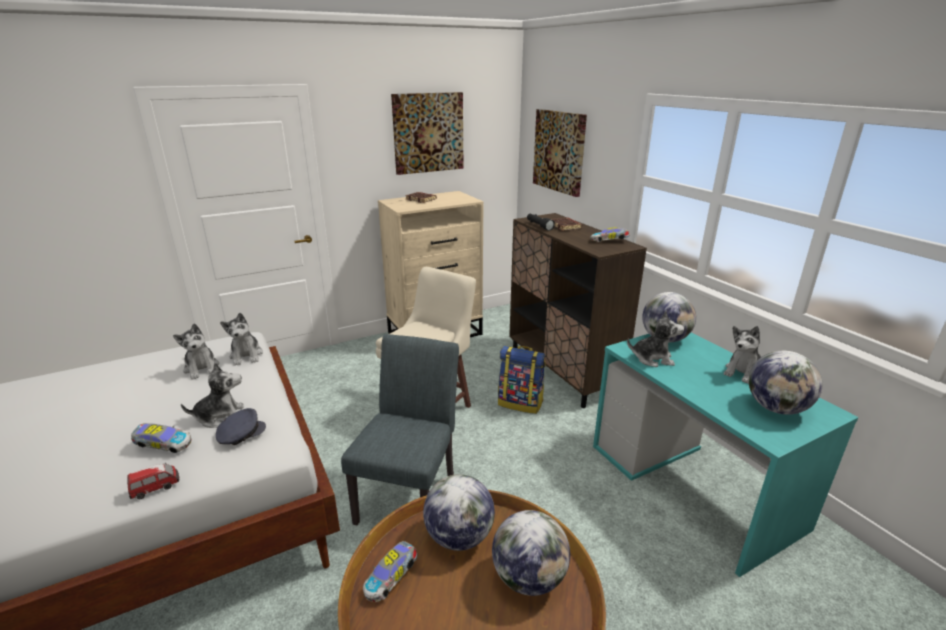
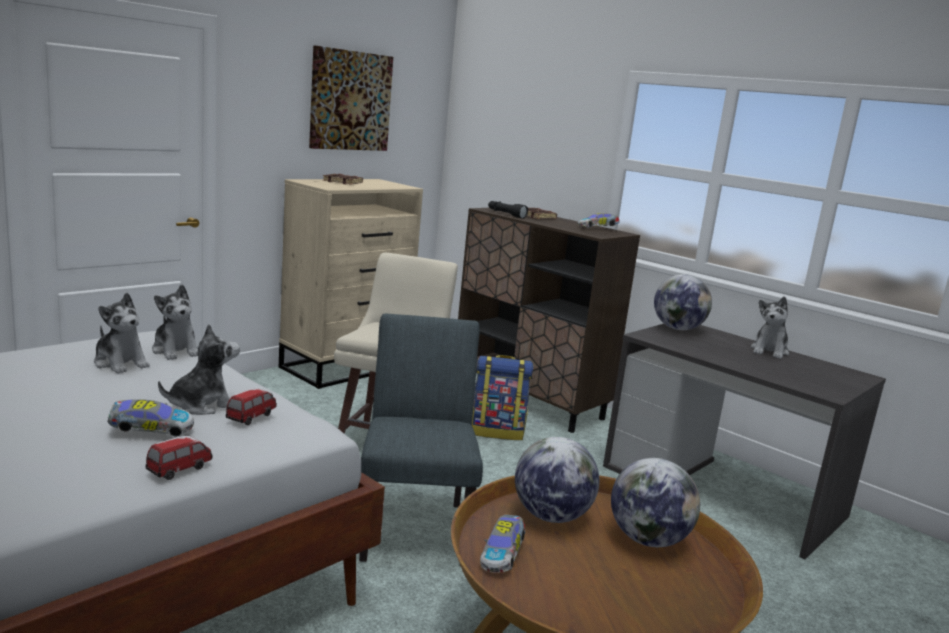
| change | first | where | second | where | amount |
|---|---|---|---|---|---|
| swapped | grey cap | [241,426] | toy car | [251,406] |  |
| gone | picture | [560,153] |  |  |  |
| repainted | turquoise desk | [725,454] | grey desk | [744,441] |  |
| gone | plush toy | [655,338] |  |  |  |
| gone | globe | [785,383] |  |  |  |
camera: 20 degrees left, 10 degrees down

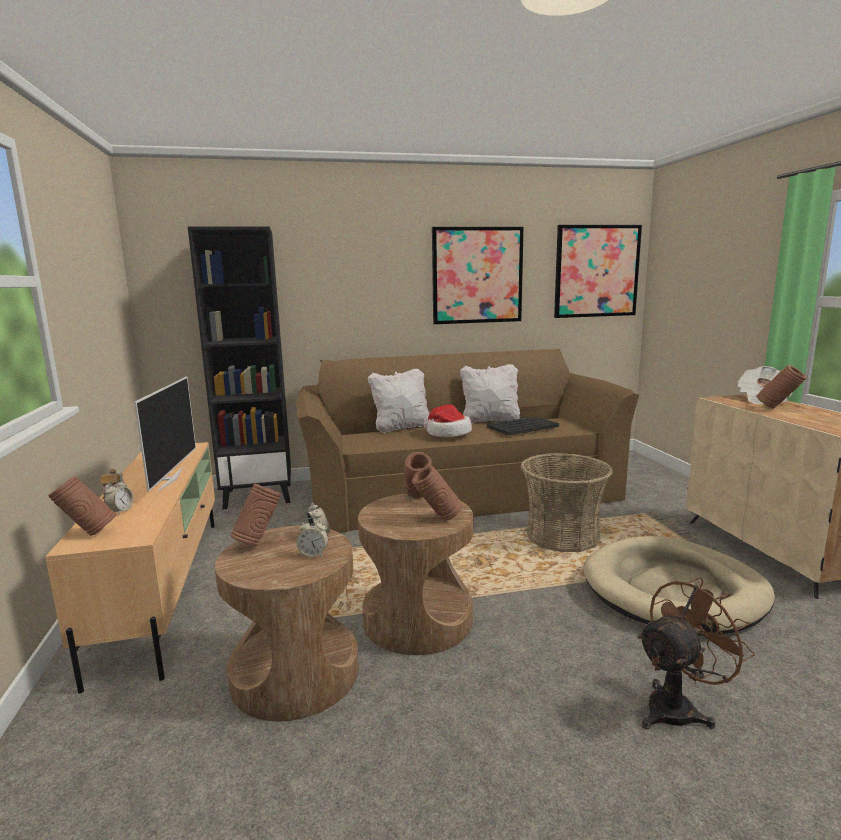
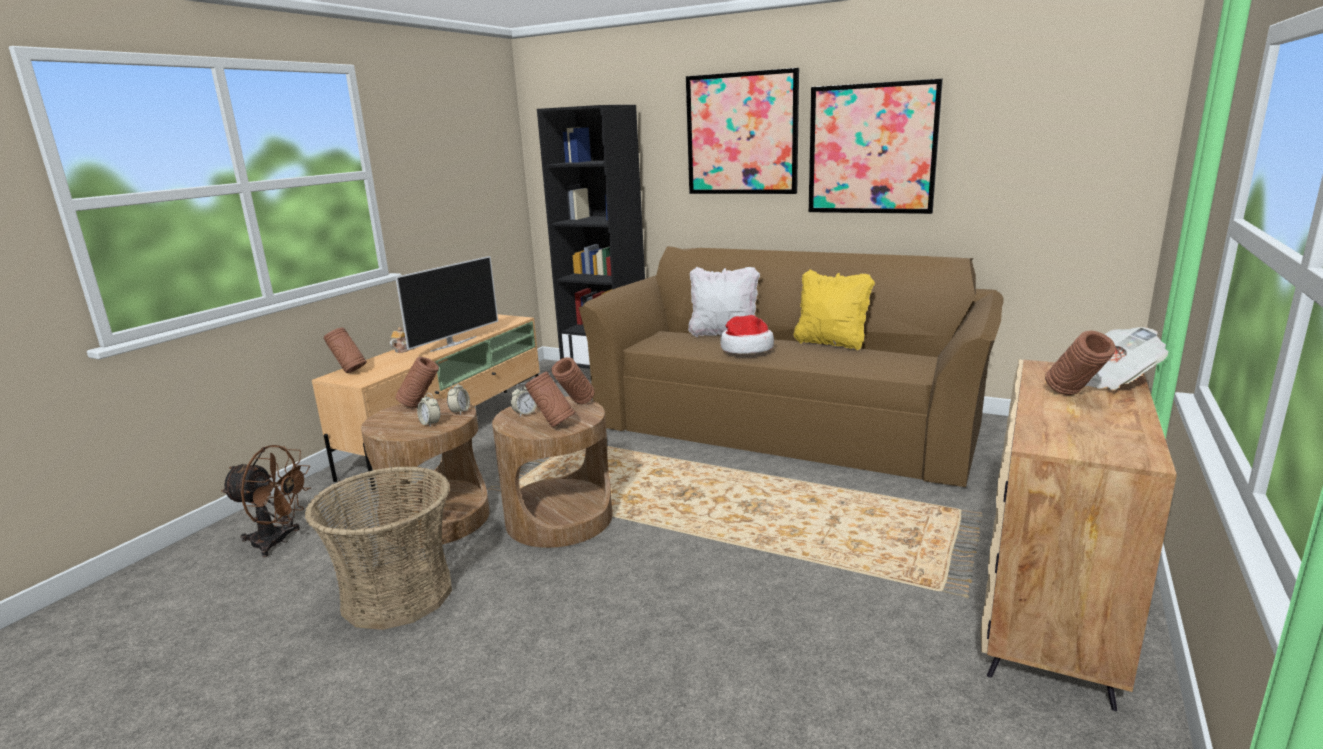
| change | first | where | second | where | amount |
|---|---|---|---|---|---|
| shifted | alarm clock | [119,496] |  | [524,399] |  |
| repainted | white pillow | [490,393] | yellow pillow | [834,309] |  |
| gone | black tray | [523,426] |  |  |  |
| shifted | basket | [566,502] |  | [378,548] |  |
| shifted | picture | [598,271] |  | [742,131] |  |
| gone | beige dog bed | [679,586] |  |  |  |
| shifted | brown fan | [696,654] |  | [266,501] |  |
camera: 40 degrees right, 5 degrees up

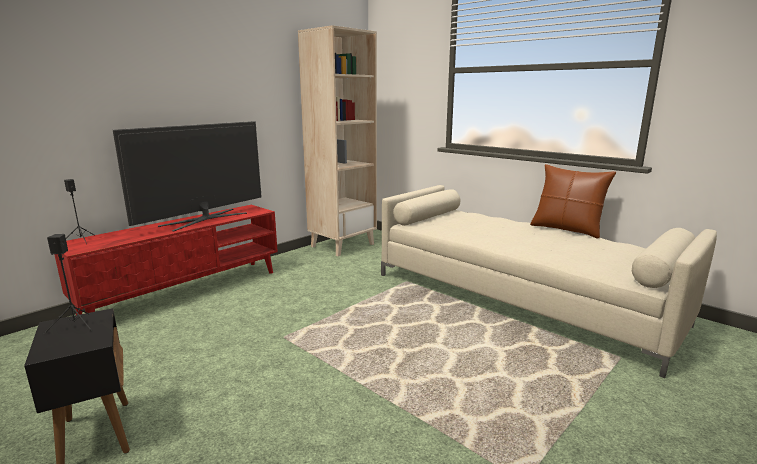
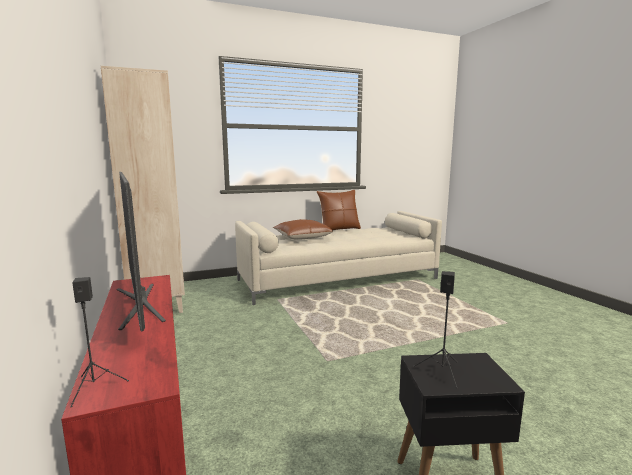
| change | first | where | second | where | amount |
|---|---|---|---|---|---|
| new |  |  | brown pillow | [303,229] |  |
camera: 65 degrees left, 5 degrees down

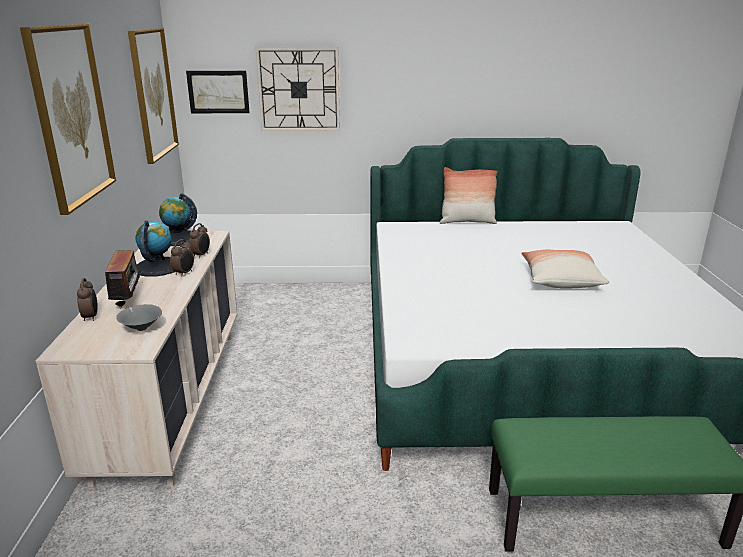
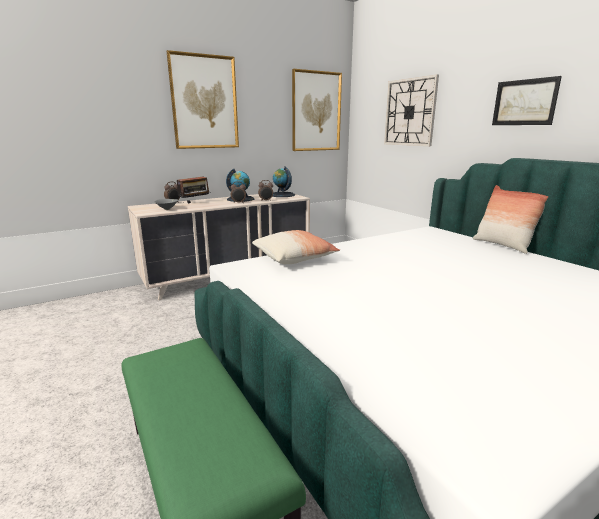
| change | first | where | second | where | amount |
|---|---|---|---|---|---|
| shifted | picture | [218,92] |  | [527,100] |  |
| shifted | pillow | [565,269] |  | [296,247] |  |
camera: 60 degrees right, 5 degrees down

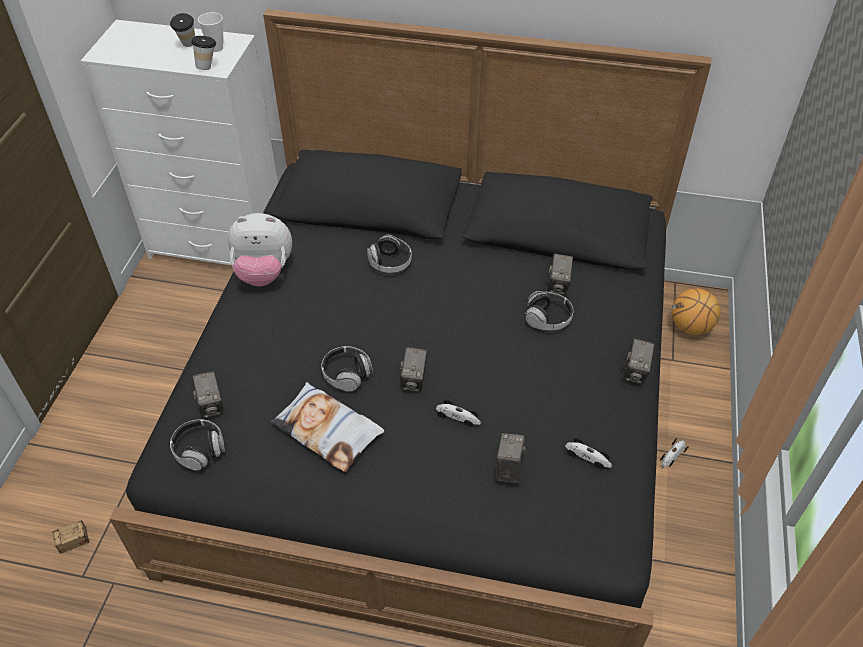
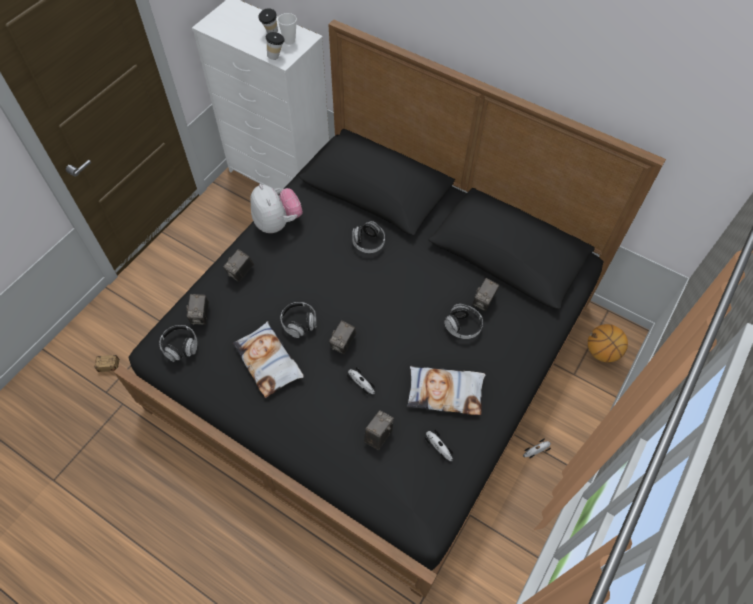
| change | first | where | second | where | amount |
|---|---|---|---|---|---|
| rotated | plush toy | [260,250] |  | [276,208] | 135 degrees counterclockwise |
| shifted | photo camera | [639,361] |  | [238,265] |  |
| new |  |  | pillow | [446,390] |  |
camera: 20 degrees right, 10 degrees up

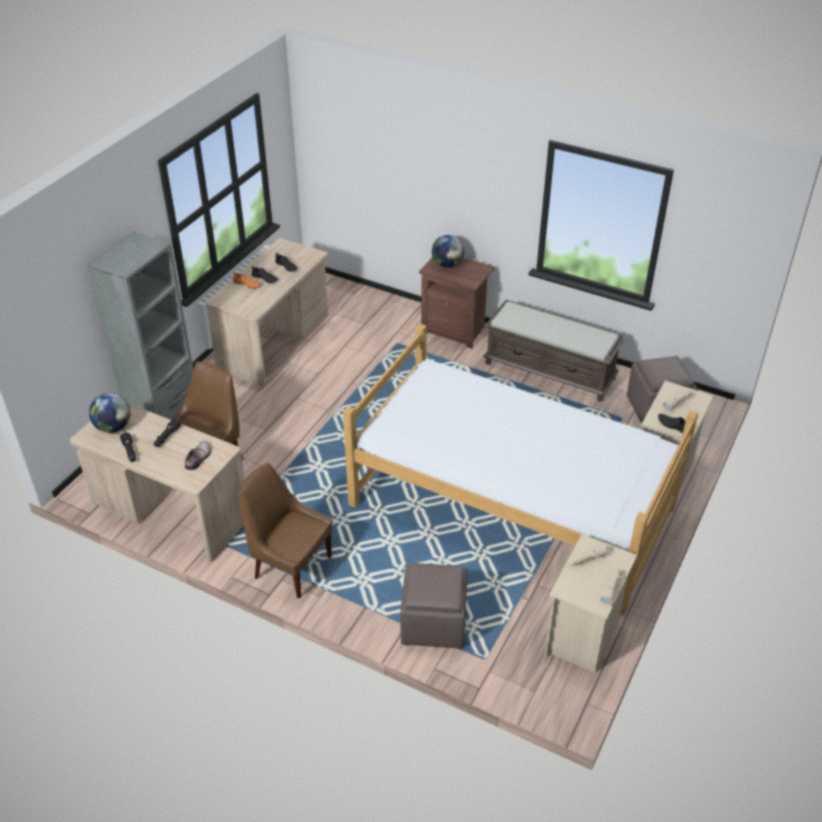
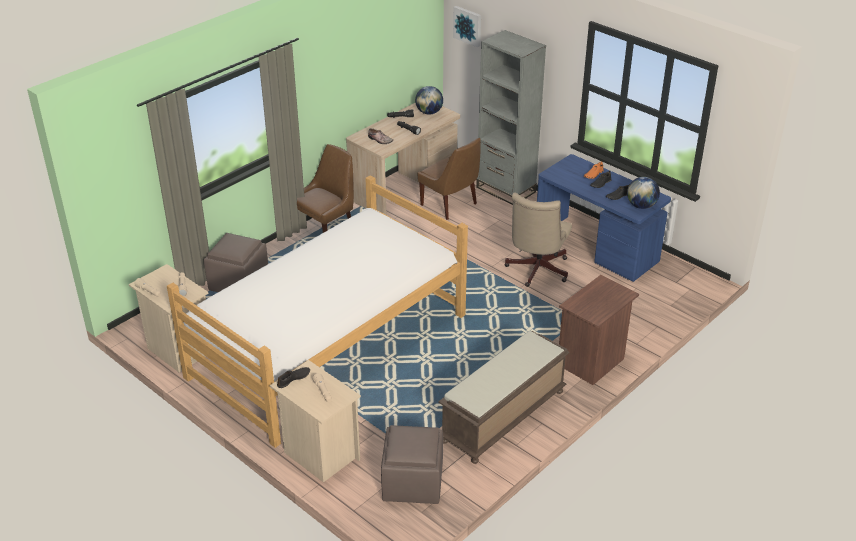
| change | first | where | second | where | amount |
|---|---|---|---|---|---|
| repainted | beige desk | [266,312] | blue desk | [604,218] |  |
| shifted | globe | [448,251] |  | [643,193] |  |
| new |  |  | picture | [467,26] |  |
| new |  |  | beige office chair | [538,240] |  |
camera: 105 degrees right, 5 degrees down

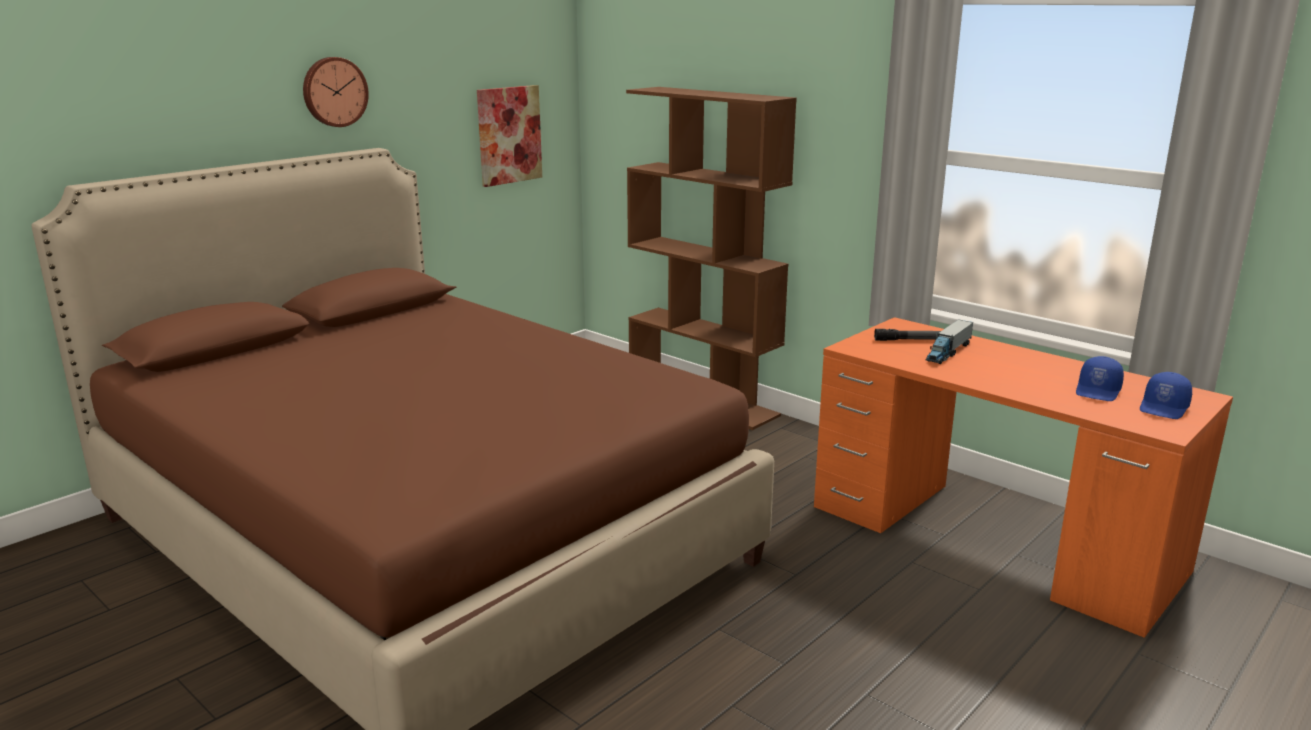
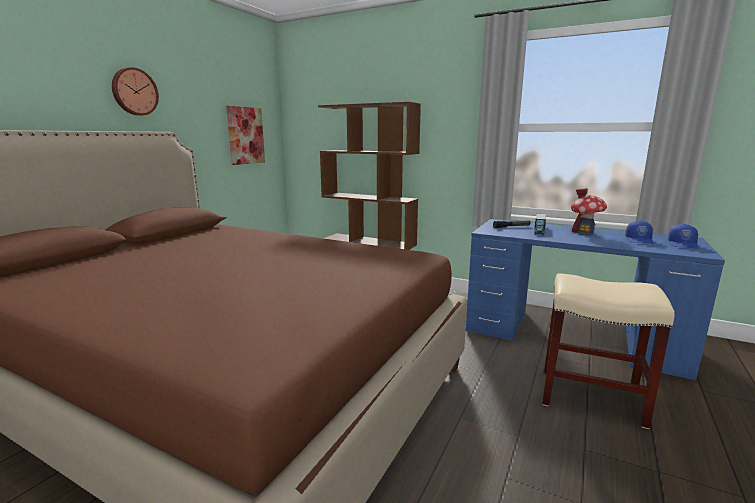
| change | first | where | second | where | amount |
|---|---|---|---|---|---|
| repainted | orange desk | [1023,477] | blue desk | [595,299] |  |
| new |  |  | beige stool | [608,351] |  |
| new |  |  | toy house | [589,211] |  |
camera: 15 degrees left, 5 degrees down

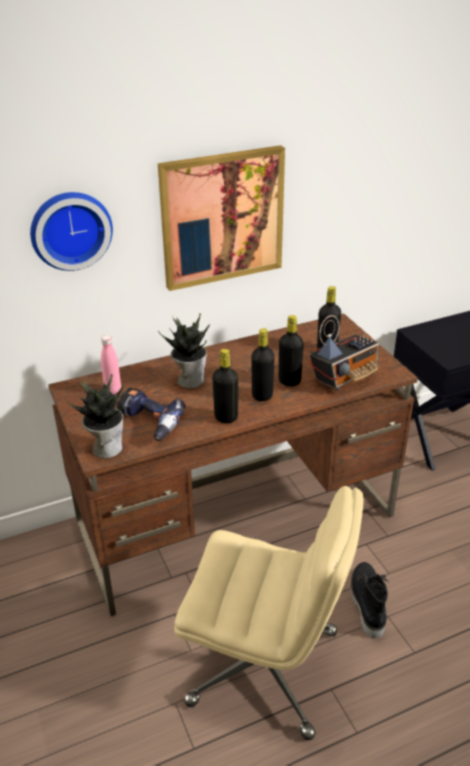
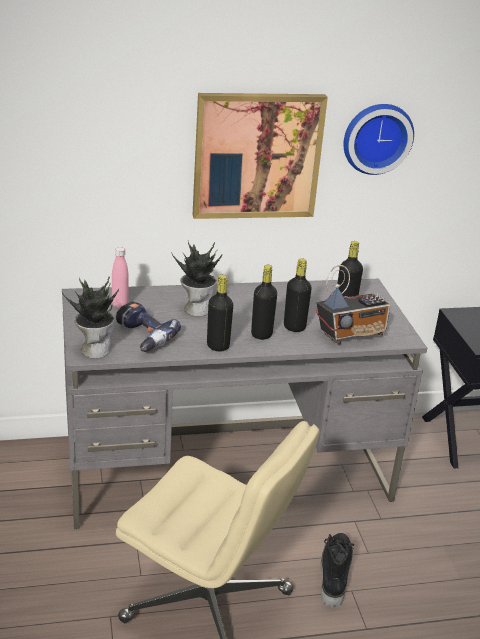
| change | first | where | second | where | amount |
|---|---|---|---|---|---|
| shifted | wall clock | [71,231] |  | [379,139] |  |
| repainted | brown desk | [233,464] | grey desk | [244,404] |  |
camera: 10 degrees right, 5 degrees down

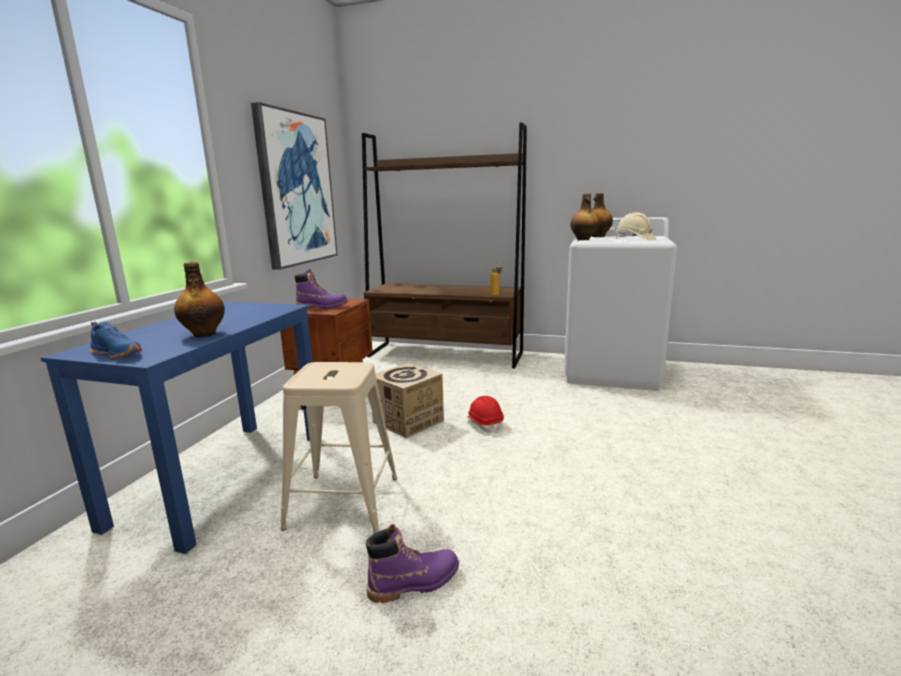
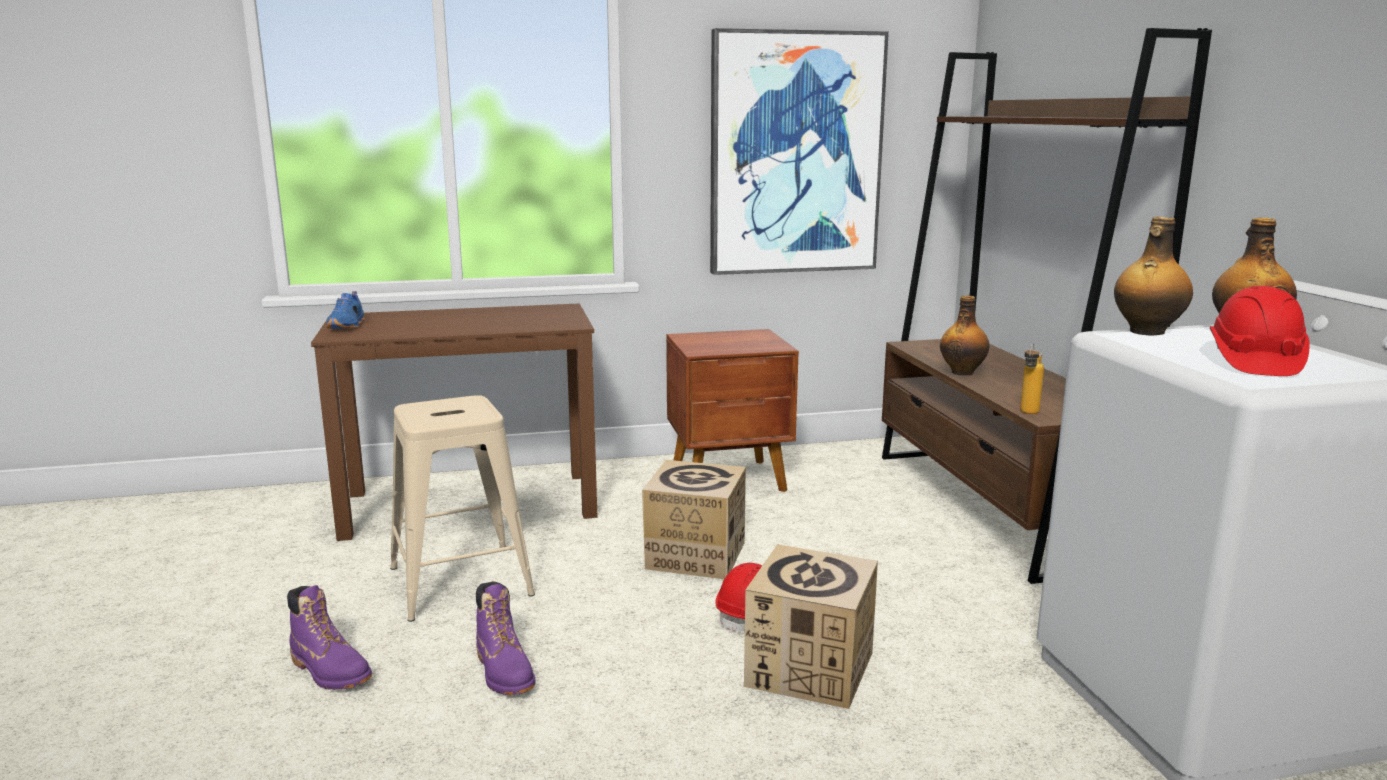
| change | first | where | second | where | amount |
|---|---|---|---|---|---|
| repainted | blue desk | [177,427] | brown desk | [454,422] |  |
| shifted | bottle | [199,299] |  | [965,335] |  |
| shifted | purple boot | [321,289] |  | [506,638] |  |
| repainted | beige hard hat | [636,226] | red hard hat | [1260,331] |  |
| new |  |  | cardboard box | [811,626] |  |
camera: 60 degrees right, 0 degrees up

